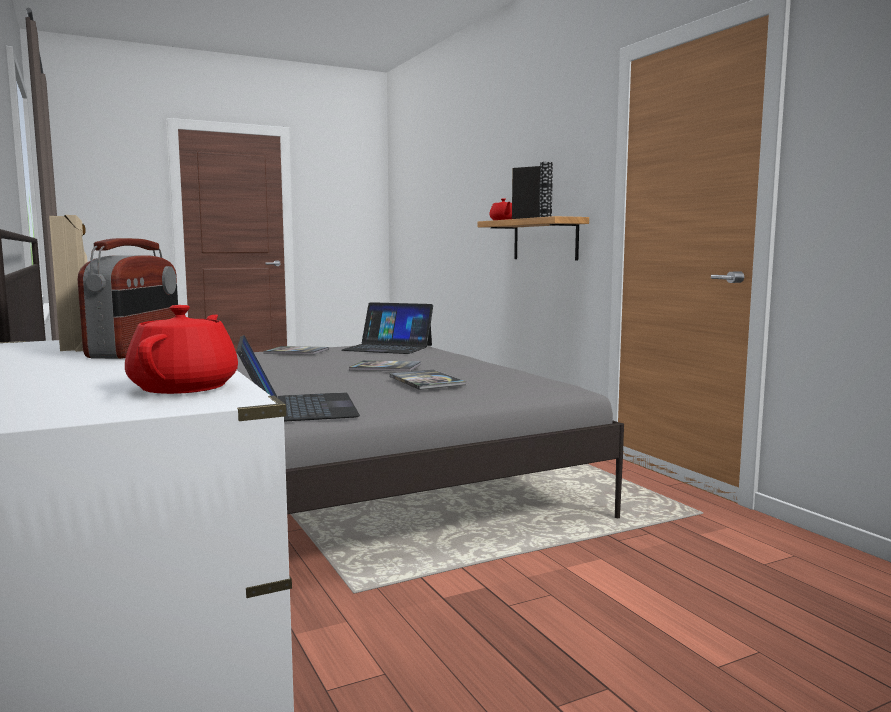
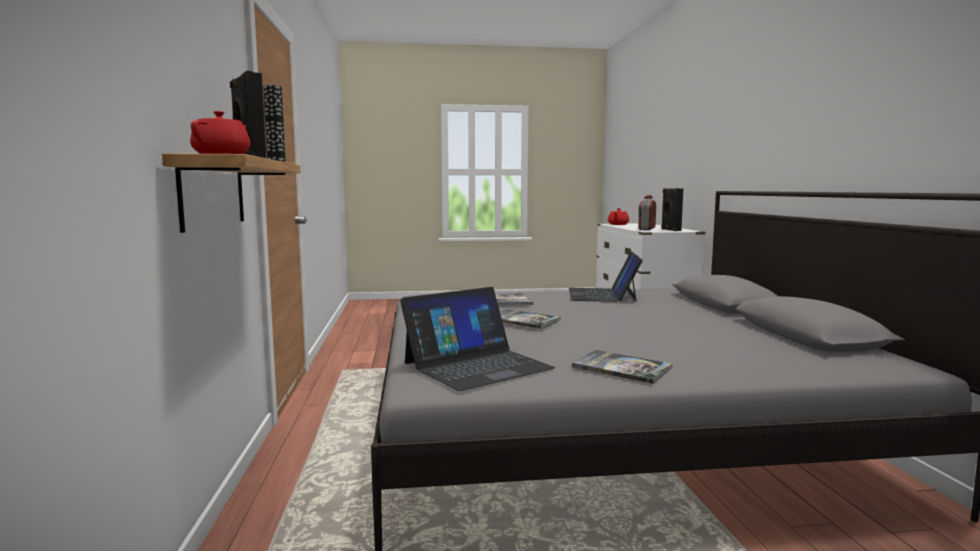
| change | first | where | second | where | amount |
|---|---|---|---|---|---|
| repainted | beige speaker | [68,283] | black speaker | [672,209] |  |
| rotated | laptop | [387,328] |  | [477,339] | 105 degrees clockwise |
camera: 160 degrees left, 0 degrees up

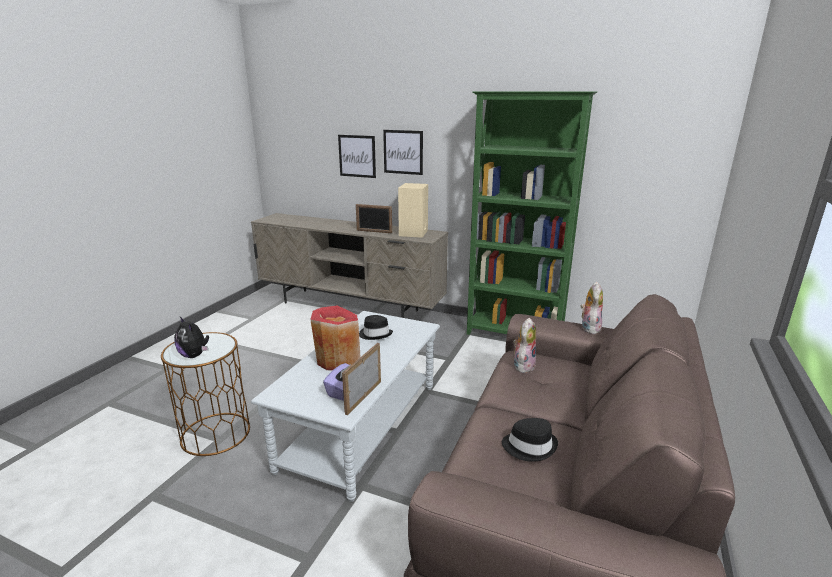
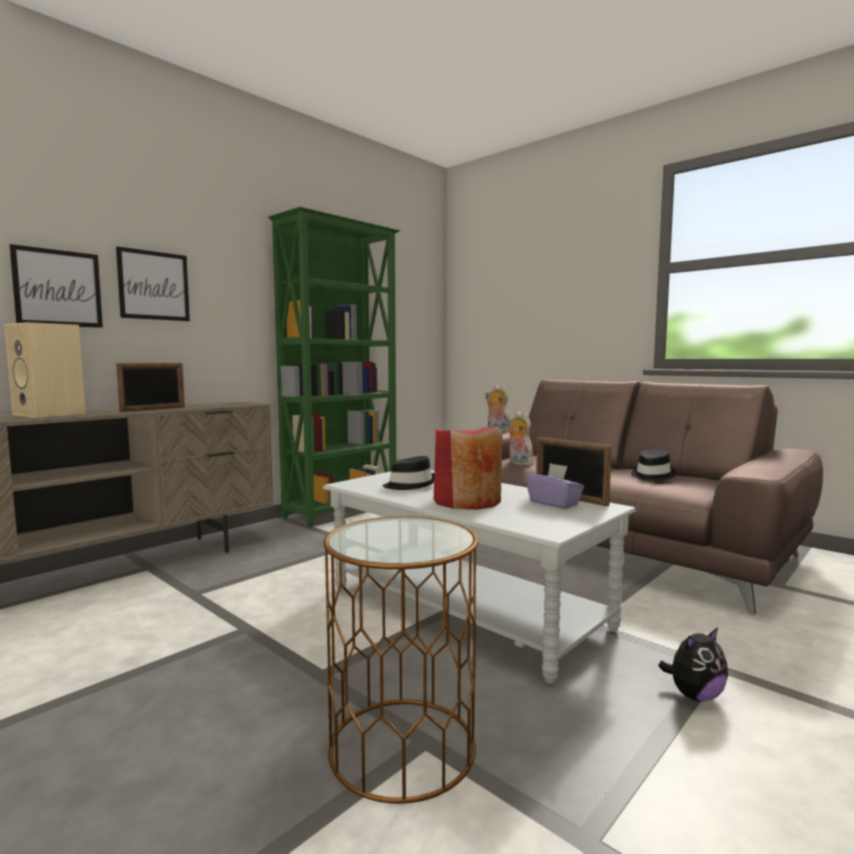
| change | first | where | second | where | amount |
|---|---|---|---|---|---|
| shifted | plush toy | [191,337] |  | [693,664] |  |
| shifted | beige speaker | [413,210] |  | [44,370] |  |
camera: 70 degrees left, 15 degrees down

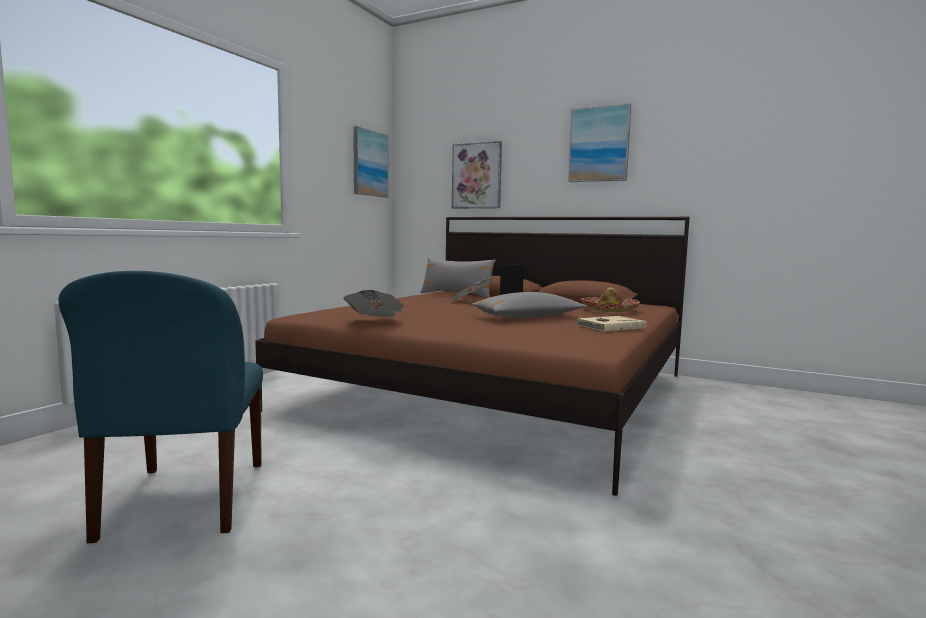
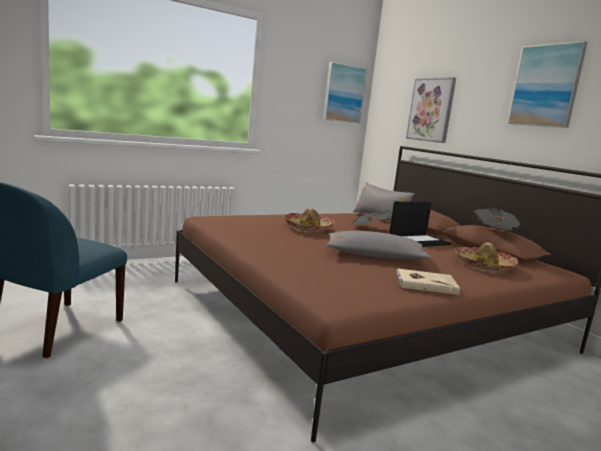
| change | first | where | second | where | amount |
|---|---|---|---|---|---|
| shifted | newspaper | [373,303] |  | [497,219] |  |
| new |  |  | hat | [309,220] |  |
camera: 30 degrees right, 5 degrees up

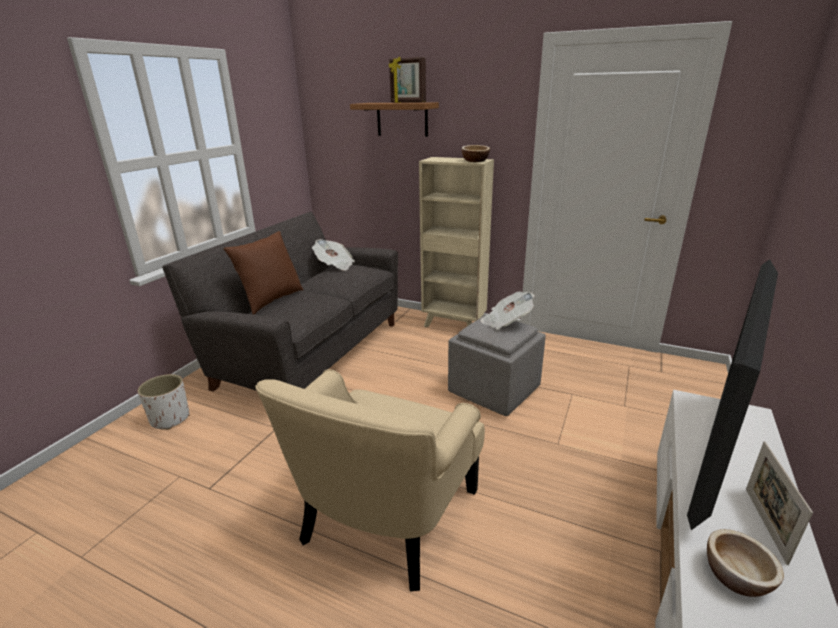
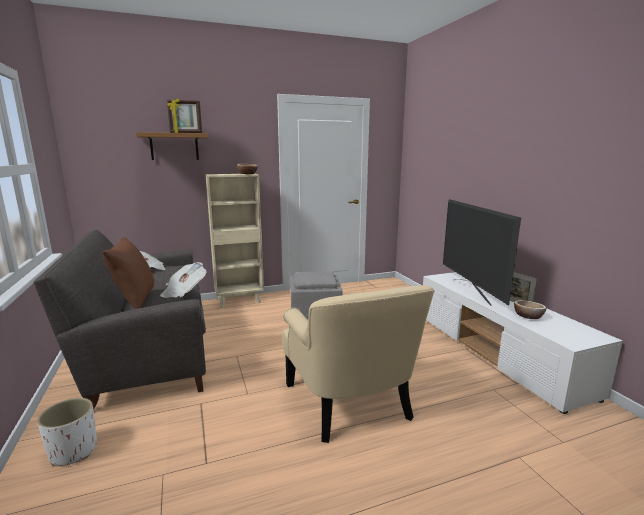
| change | first | where | second | where | amount |
|---|---|---|---|---|---|
| shifted | newspaper | [507,310] |  | [183,280] |  |
camera: 45 degrees left, 10 degrees down

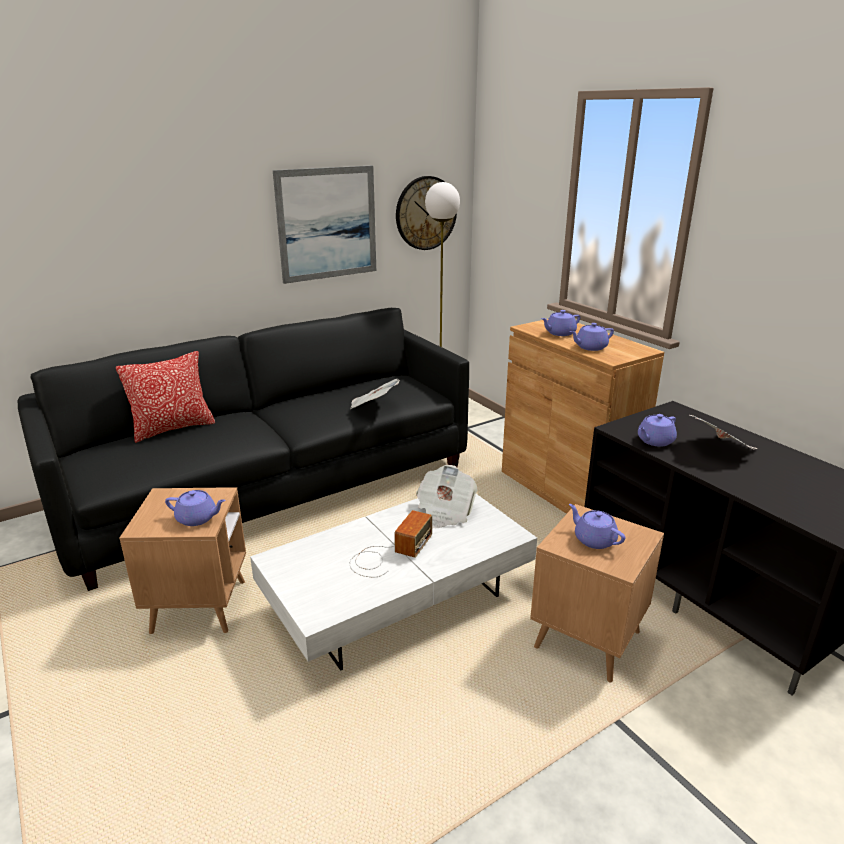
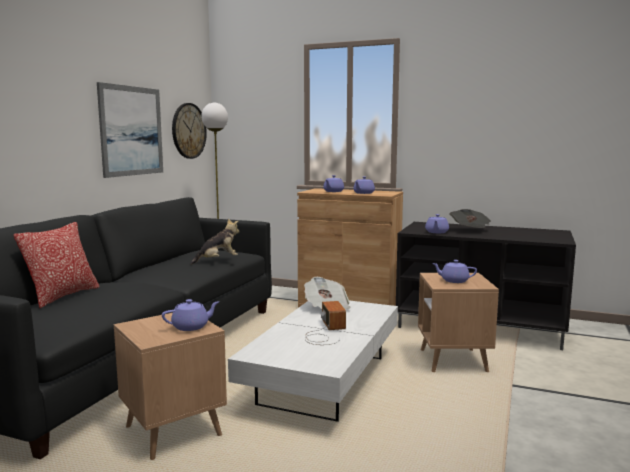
| change | first | where | second | where | amount |
|---|---|---|---|---|---|
| swapped | newspaper | [375,394] | plush toy | [215,242] |  |
camera: 35 degrees left, 15 degrees down

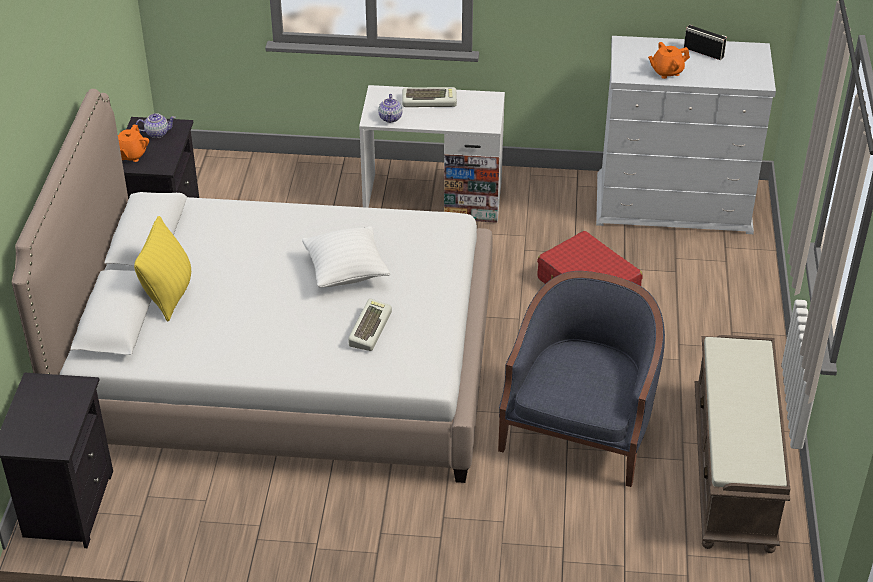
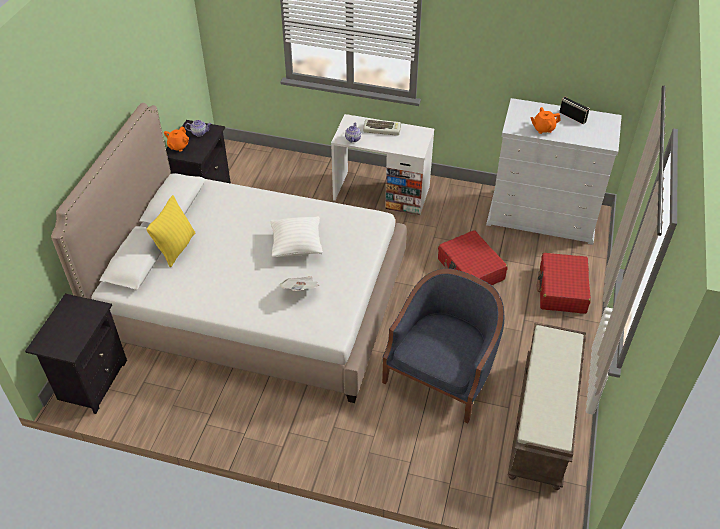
| change | first | where | second | where | amount |
|---|---|---|---|---|---|
| swapped | keyboard | [370,325] | newspaper | [299,283] |  |
| new |  |  | red suitcase | [564,283] |  |
camera: 10 degrees right, 5 degrees up

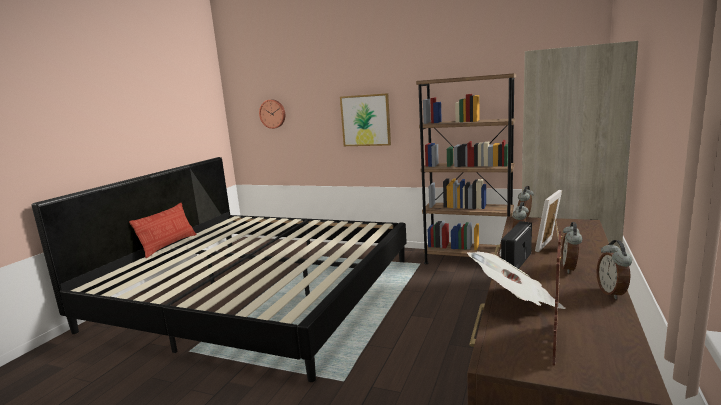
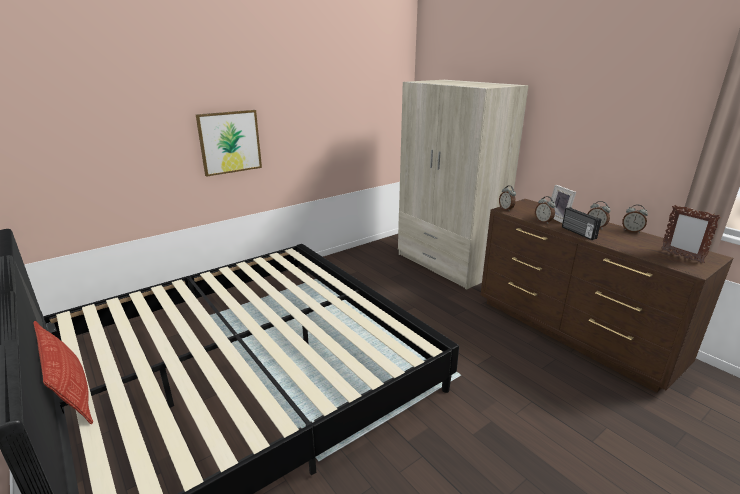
| change | first | where | second | where | amount |
|---|---|---|---|---|---|
| gone | wall clock | [272,114] |  |  |  |
| gone | brown bookcase | [466,168] |  |  |  |
| gone | newspaper | [516,280] |  |  |  |
camera: 60 degrees left, 10 degrees up

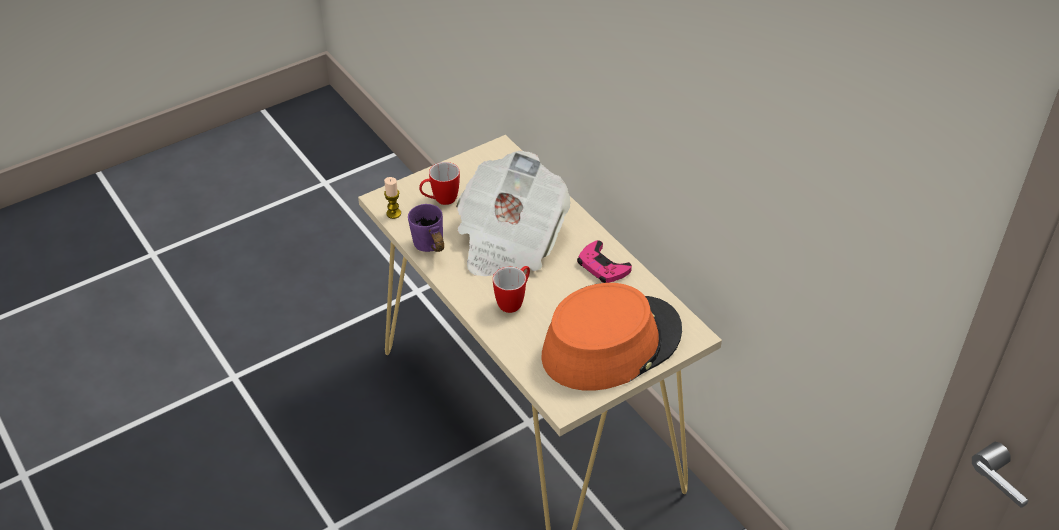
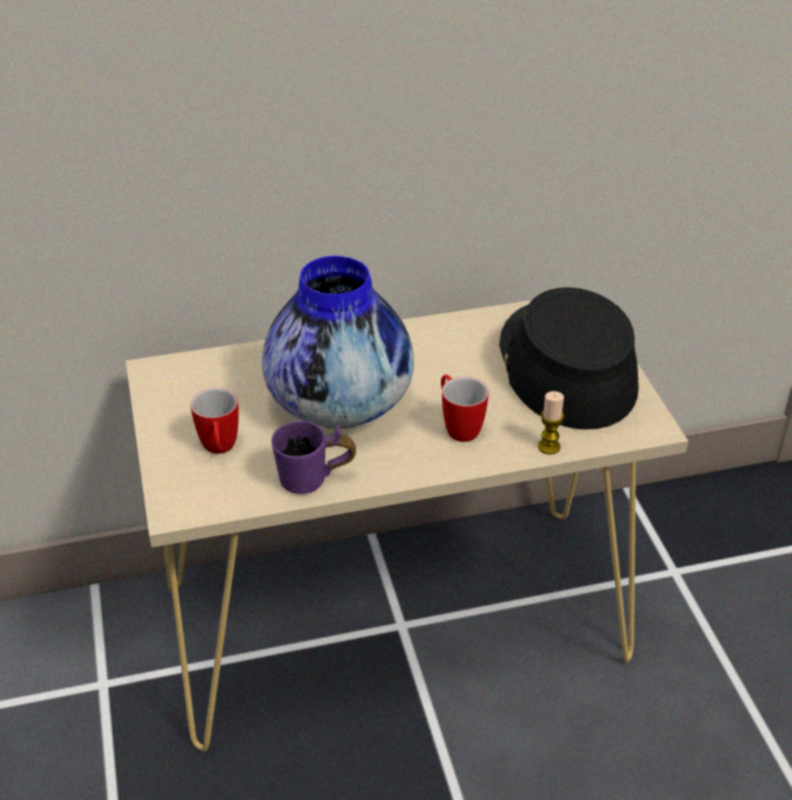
| change | first | where | second | where | amount |
|---|---|---|---|---|---|
| shifted | candle | [392,198] |  | [551,423] |  |
| swapped | newspaper | [513,213] | vase | [338,342] |  |
| repainted | orange hat | [611,337] | black hat | [569,358] |  |
| gone | pink game controller | [604,261] |  |  |  |
camera: 70 degrees left, 5 degrees down

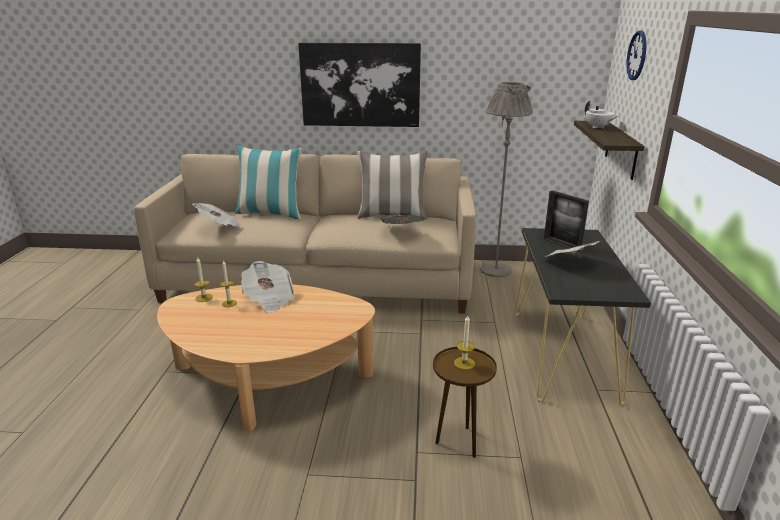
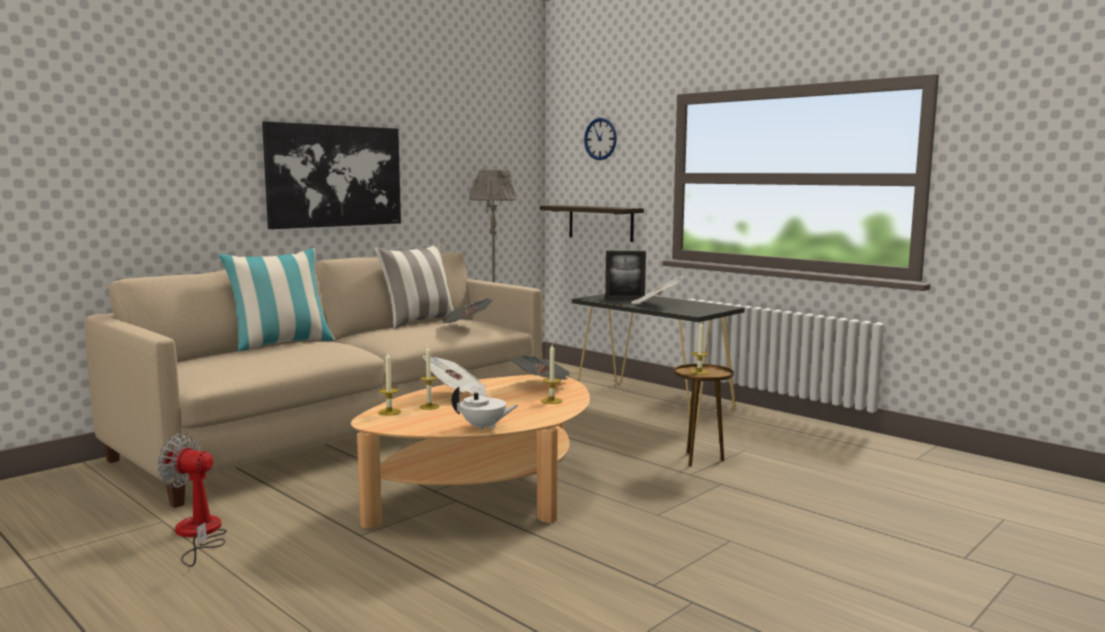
| change | first | where | second | where | amount |
|---|---|---|---|---|---|
| shifted | newspaper | [217,215] |  | [539,368] |  |
| shifted | white teapot | [601,115] |  | [485,409] |  |
| new |  |  | fan | [192,500] |  |
| new |  |  | candle | [552,374] |  |
camera: 50 degrees left, 15 degrees down

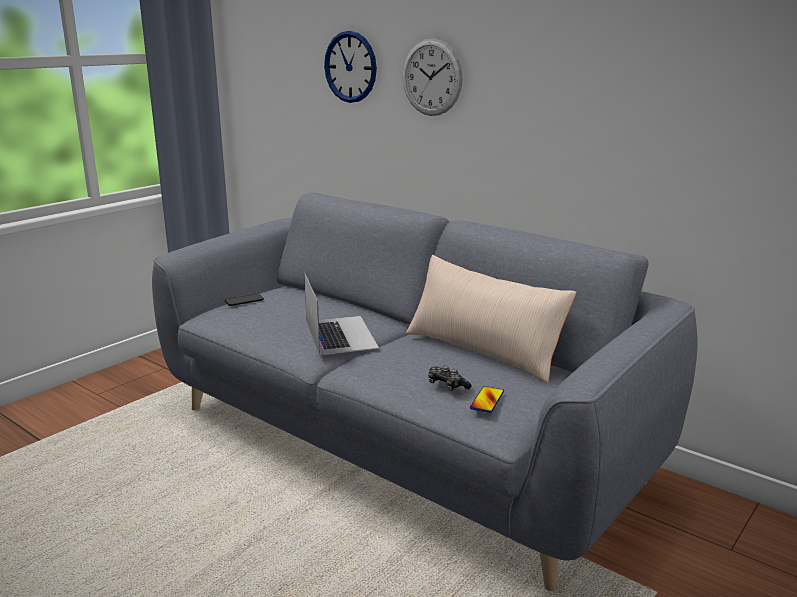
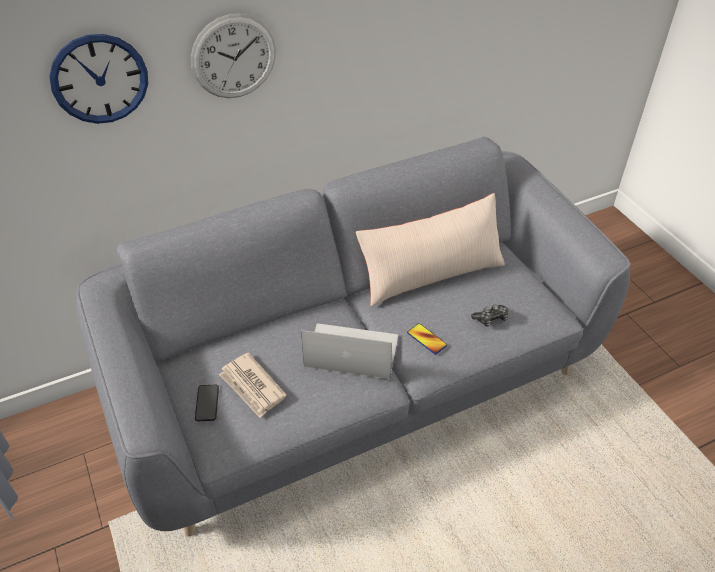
| change | first | where | second | where | amount |
|---|---|---|---|---|---|
| shifted | phone | [487,399] |  | [427,339] |  |
| new |  |  | newspaper | [253,385] |  |
camera: 65 degrees left, 25 degrees up

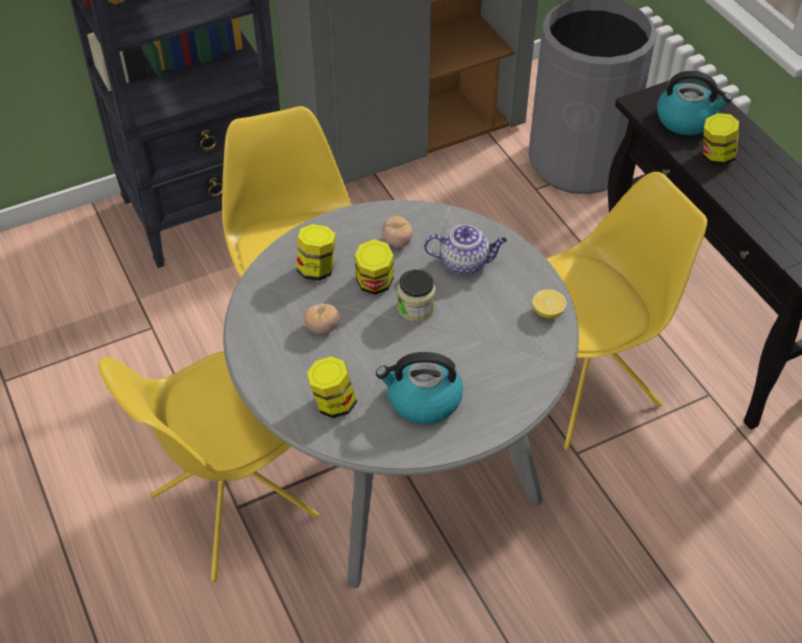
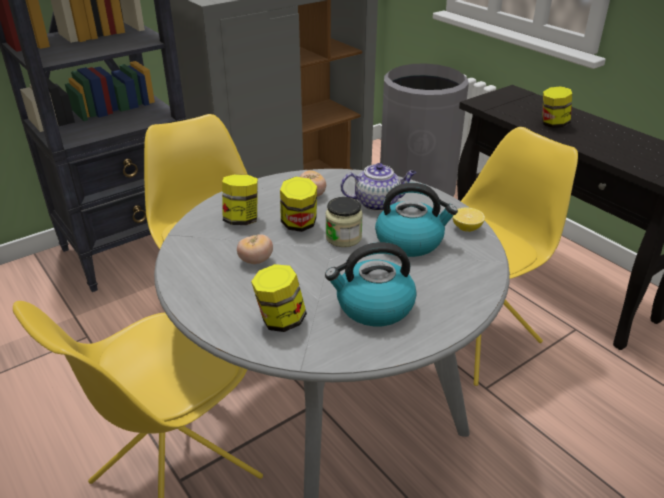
| change | first | where | second | where | amount |
|---|---|---|---|---|---|
| shifted | kettle | [694,103] |  | [416,220] |  |
camera: 10 degrees left, 15 degrees down

